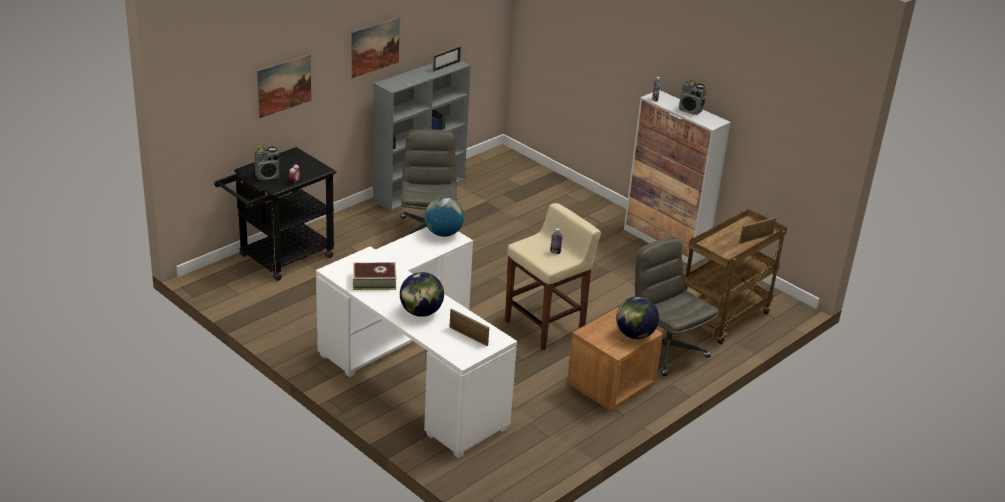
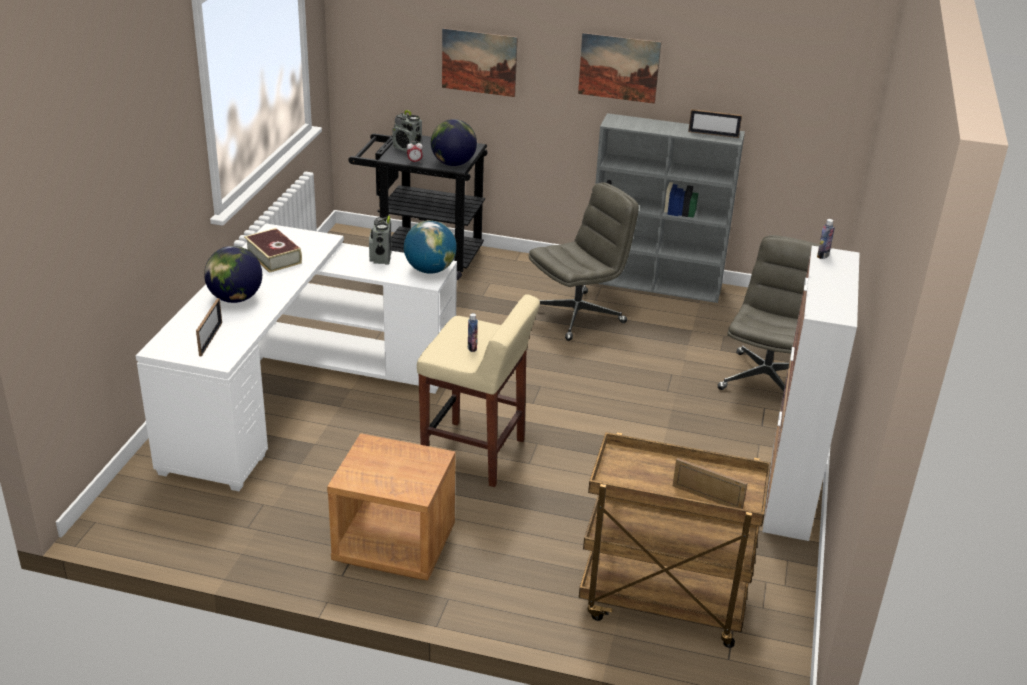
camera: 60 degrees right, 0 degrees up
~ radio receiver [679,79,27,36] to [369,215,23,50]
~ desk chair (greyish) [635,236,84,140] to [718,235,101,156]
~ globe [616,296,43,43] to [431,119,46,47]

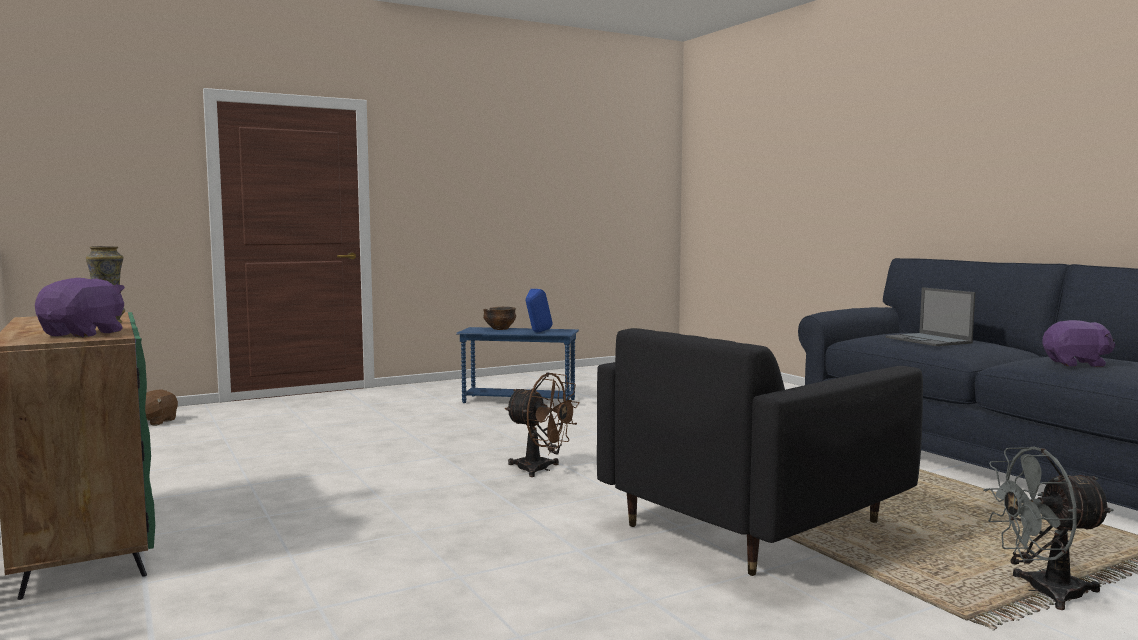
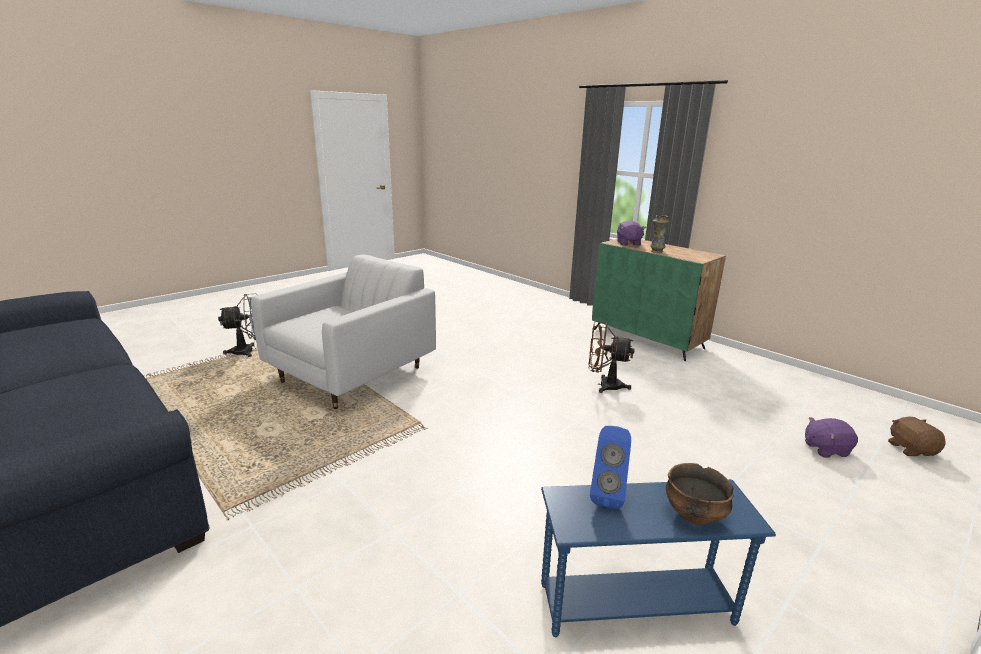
camera: 165 degrees right, 15 degrees up
- portable computer [886,287,89,59]
~ plush toy (purple-coloured) [1042,320,74,47] to [805,417,53,41]
~ armchair (blackish) [597,328,326,248] to armchair (white-coloured) [251,255,185,154]
~ electric fan (brownish) [505,372,75,105] to [588,322,47,71]

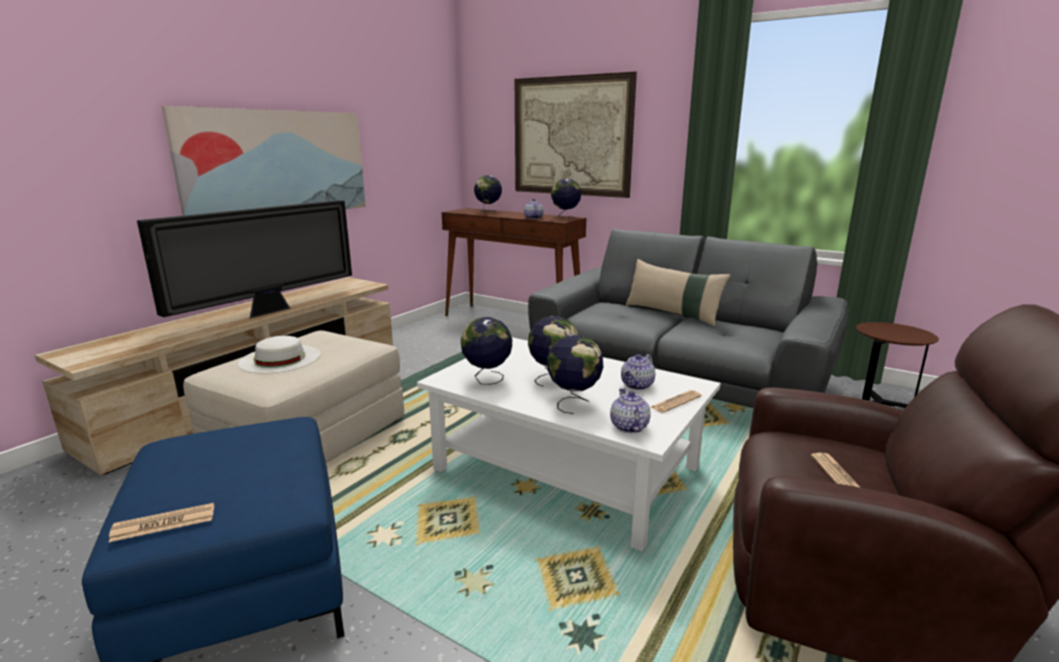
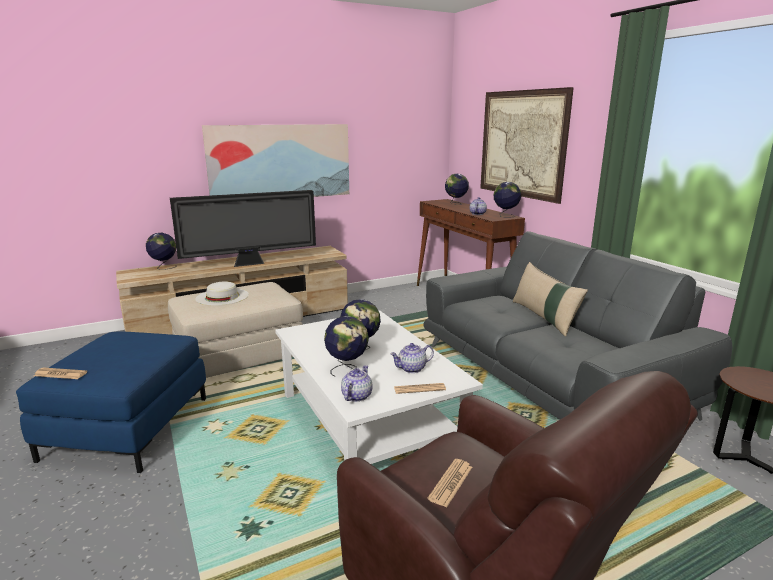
camera: 30 degrees right, 0 degrees up
~ globe [461,317,51,68] to [146,233,30,37]

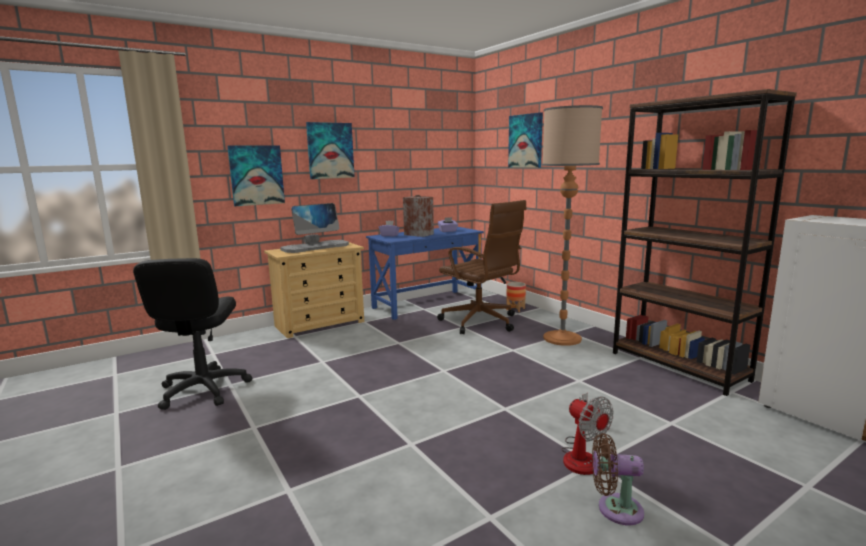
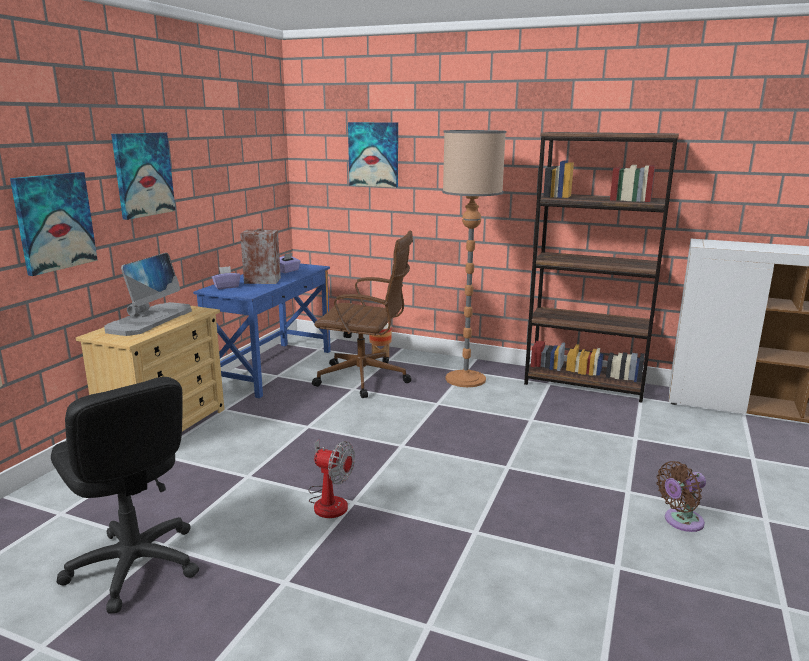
camera: 35 degrees left, 5 degrees up
~ electric fan [561,393,53,82] to [308,440,47,78]

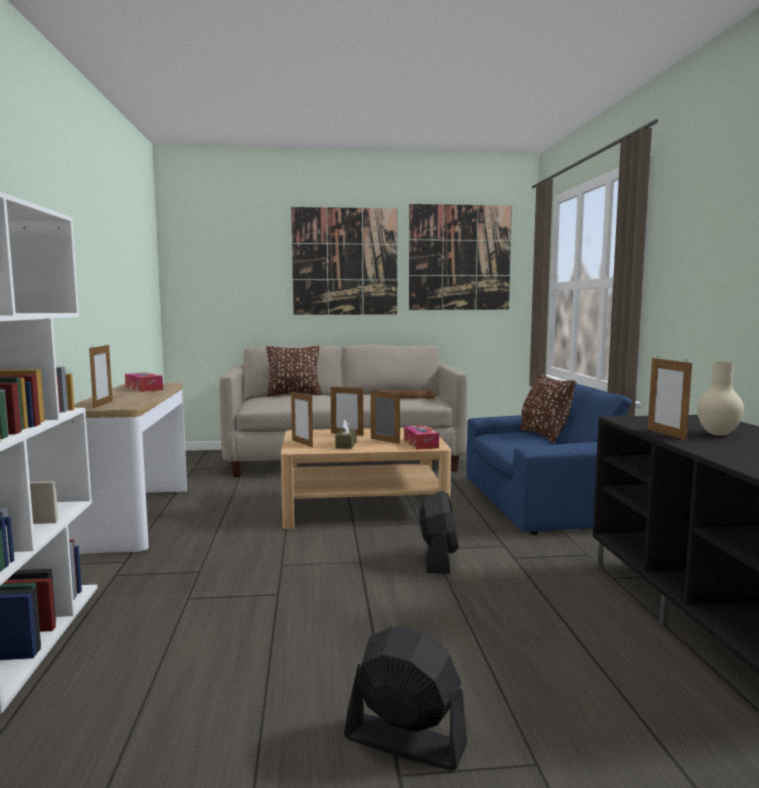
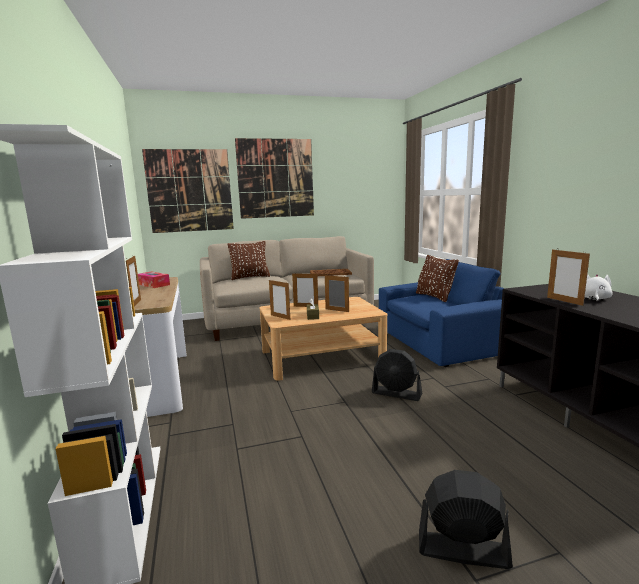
camera: 10 degrees left, 5 degrees up
~ wall picture [409,204,103,106] to [142,149,92,84]
~ decorative vase (beige-coloured) [697,362,47,74] to plush toy (white-coloured) [585,274,28,28]
- tissue holder [404,425,35,25]
~ electric fan (blackish) [419,491,40,83] = [372,349,50,52] 120 degrees clockwise

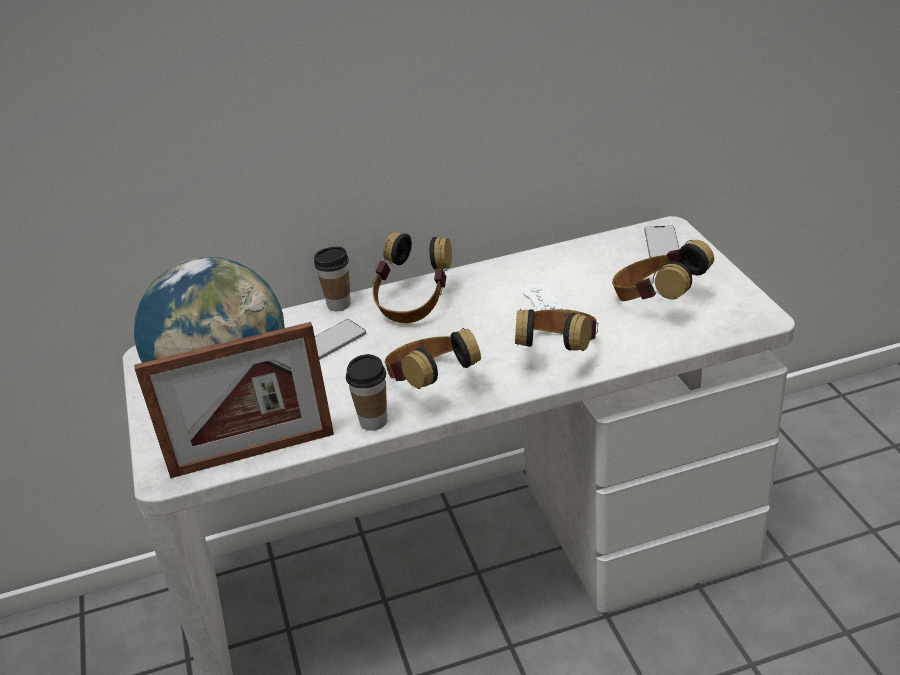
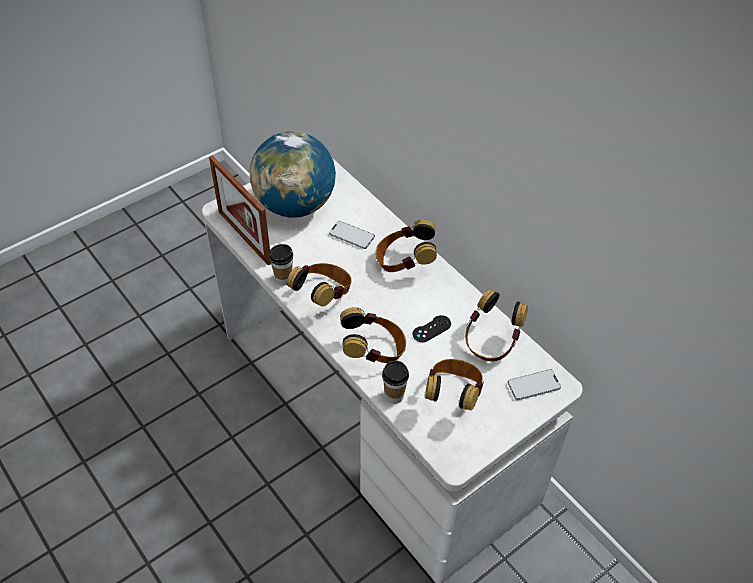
camera: 65 degrees right, 15 degrees up
~ small cup [314,247,37,64] to [382,361,27,43]
~ game controller (white-coloured) [523,284,39,27] to game controller (blackish) [413,315,38,27]
+ pair of headphones [465,289,63,72]

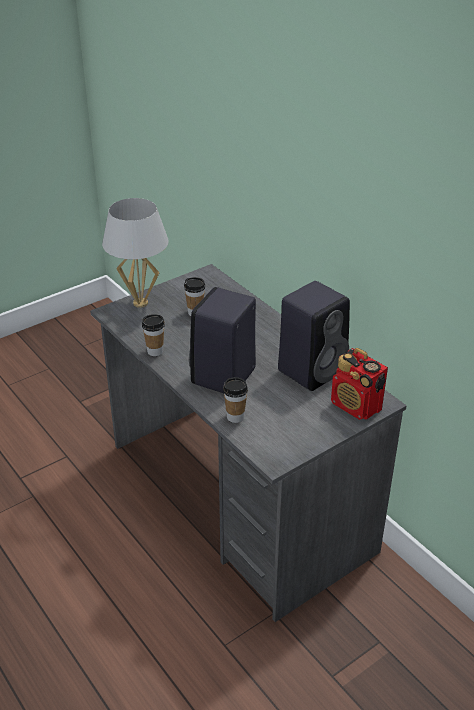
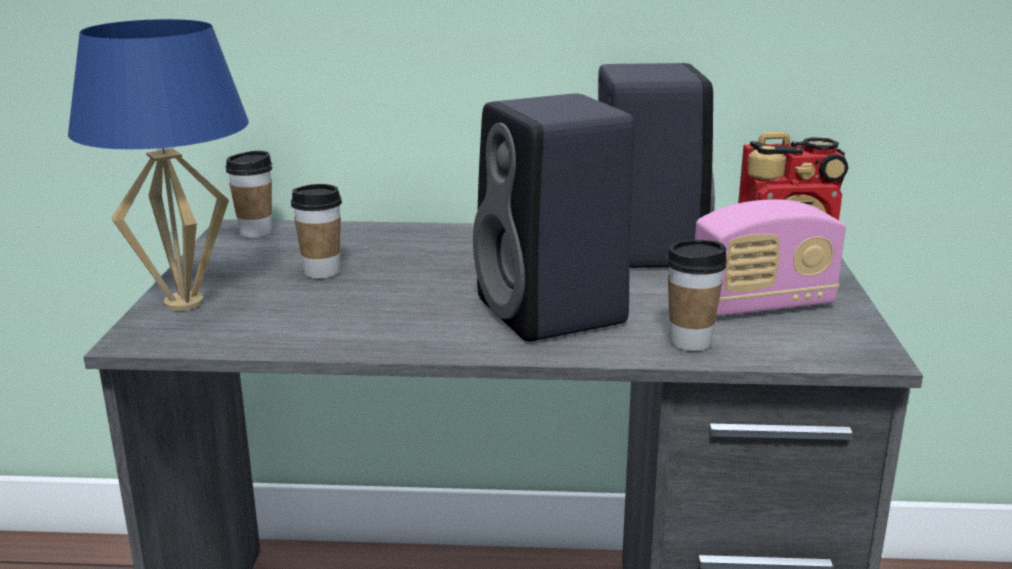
camera: 50 degrees left, 15 degrees down
~ tabletop lamp (white-coloured) [102,198,67,110] to tabletop lamp (bluish) [68,19,181,292]
~ small cup [142,314,23,42] to [226,151,46,87]
+ radio receiver [695,199,151,118]

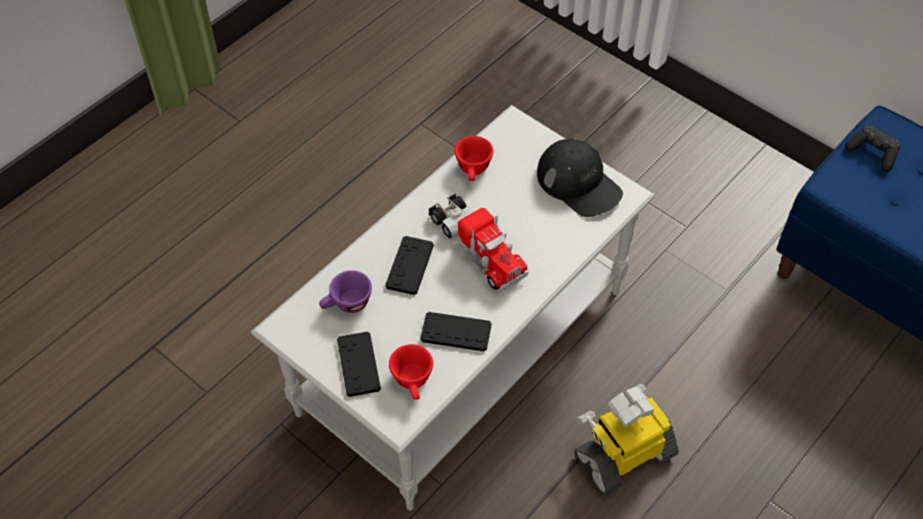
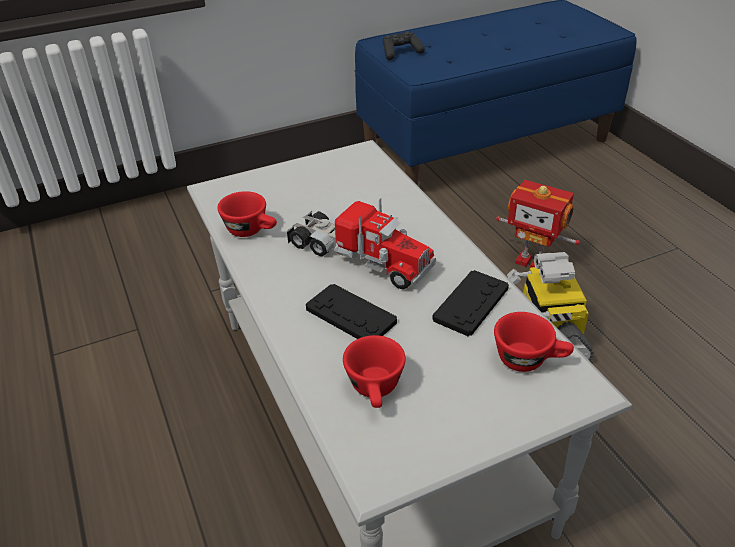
camera: 65 degrees left, 15 degrees down
- cap (blackish) [537,139,86,78]
~ toy lorry [428,193,101,99] = [286,199,150,91] 45 degrees clockwise
~ small cup (purple-coloured) [319,270,53,43] to small cup (red-coloured) [343,335,63,73]
- game controller (blackish) [337,332,44,65]
+ model robot [496,180,84,88]

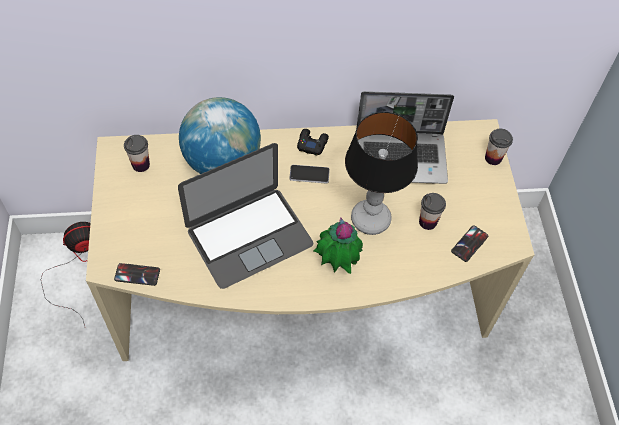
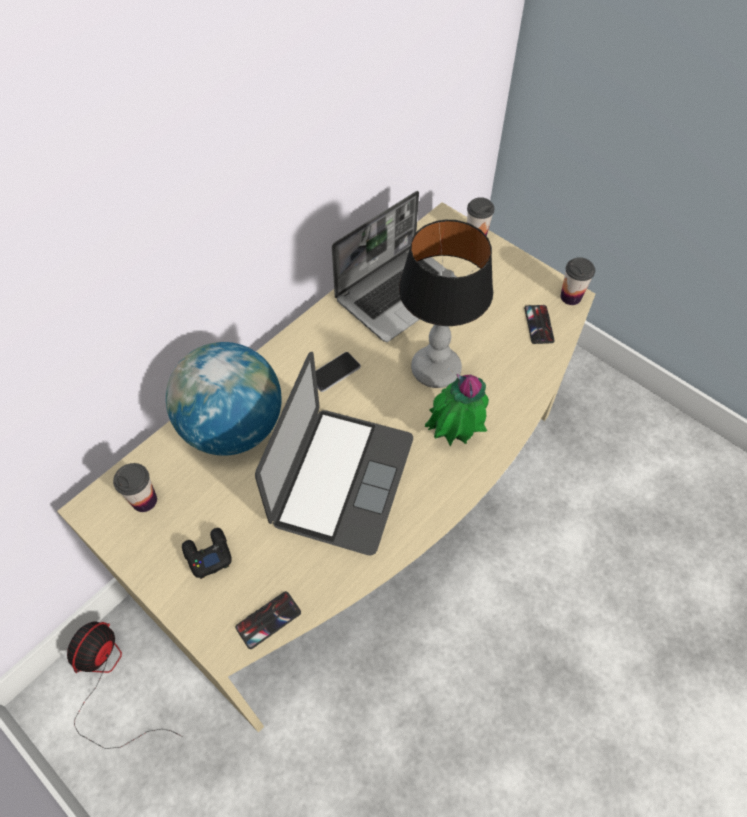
camera: 40 degrees left, 0 degrees up
~ game controller (blackish) [297,129,32,27] to [182,528,50,51]
~ small cup [419,193,27,37] to [561,257,34,48]

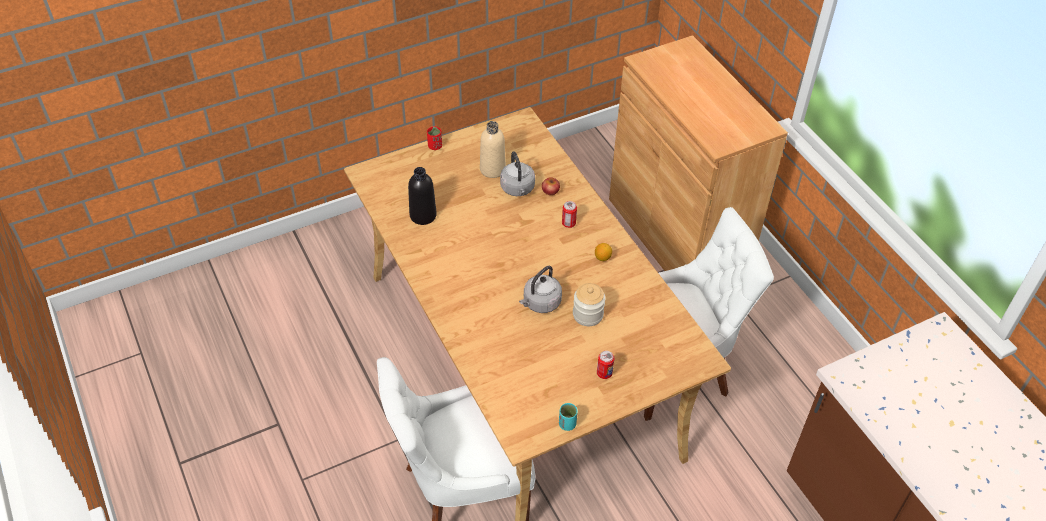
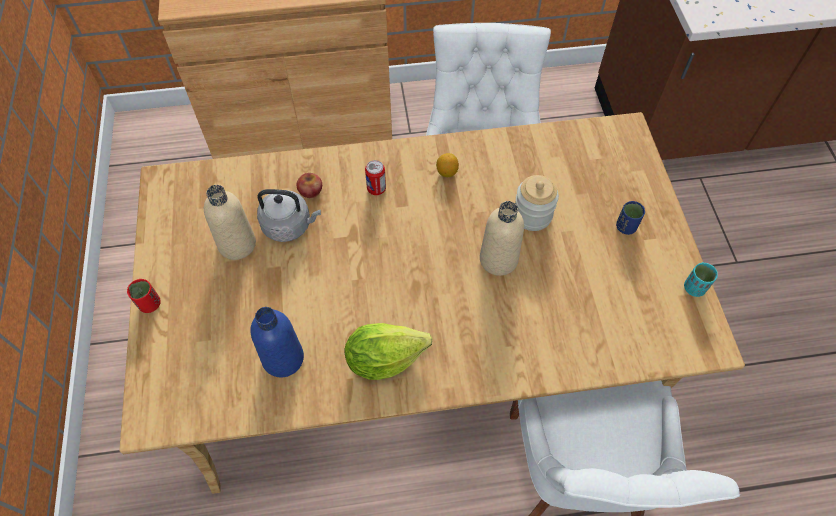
camera: 70 degrees left, 10 degrees up
~ drink bottle (blackish) [408,167,29,58] to drink bottle (bluish) [250,307,54,70]
~ tea kettle (greyish) [519,266,43,47] to drink bottle (beige-coloured) [480,201,44,75]
~ can [597,351,17,28] to small cup (bluish) [616,201,29,34]
+ head of lettuce [344,323,88,57]

